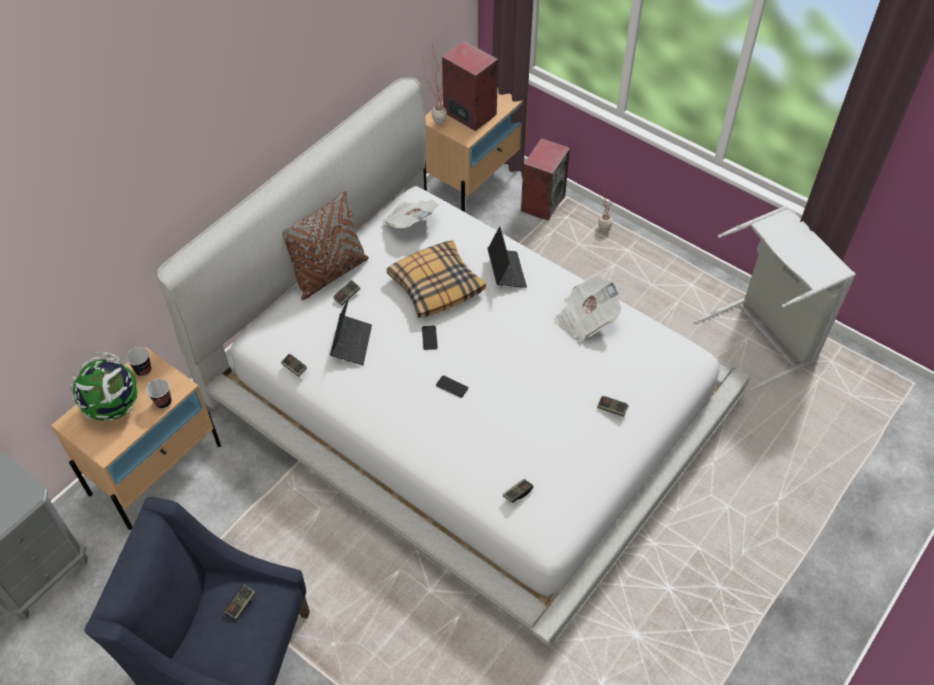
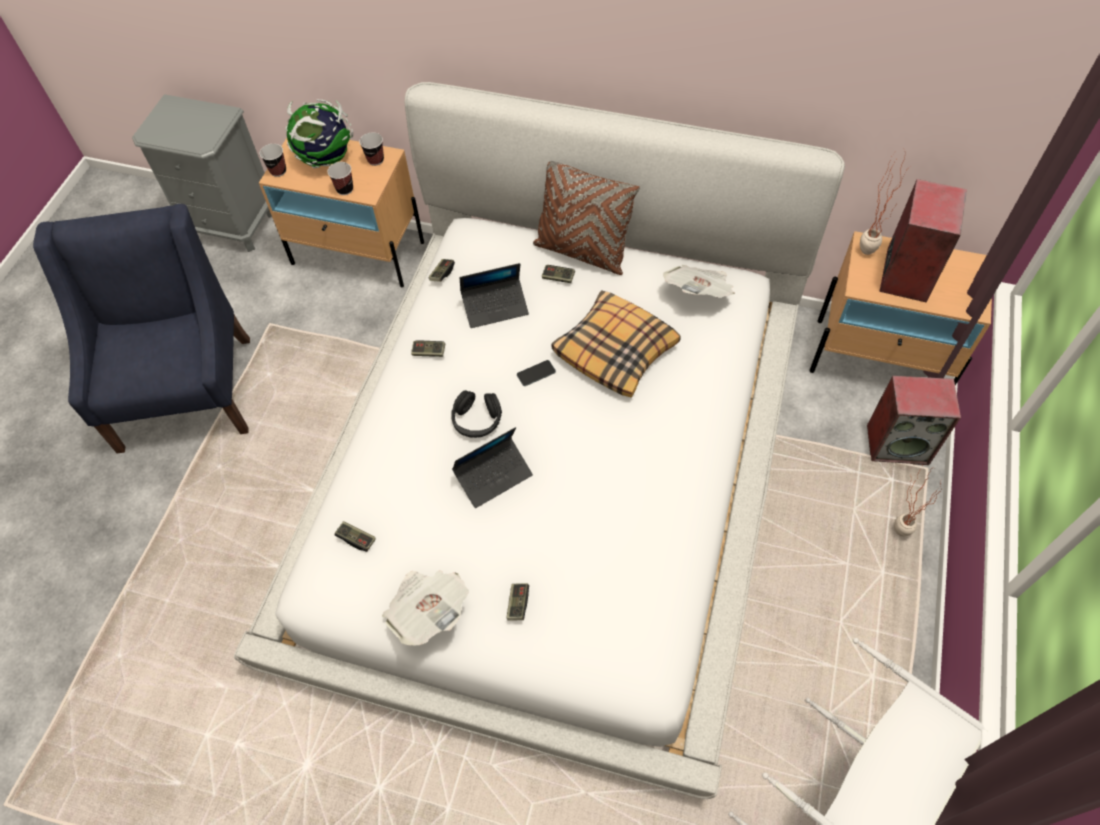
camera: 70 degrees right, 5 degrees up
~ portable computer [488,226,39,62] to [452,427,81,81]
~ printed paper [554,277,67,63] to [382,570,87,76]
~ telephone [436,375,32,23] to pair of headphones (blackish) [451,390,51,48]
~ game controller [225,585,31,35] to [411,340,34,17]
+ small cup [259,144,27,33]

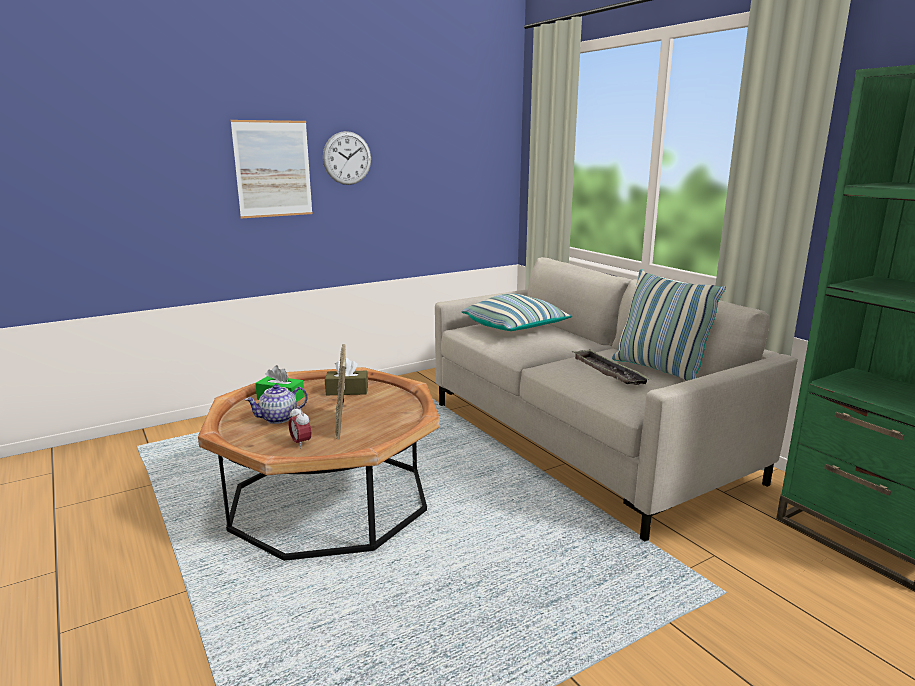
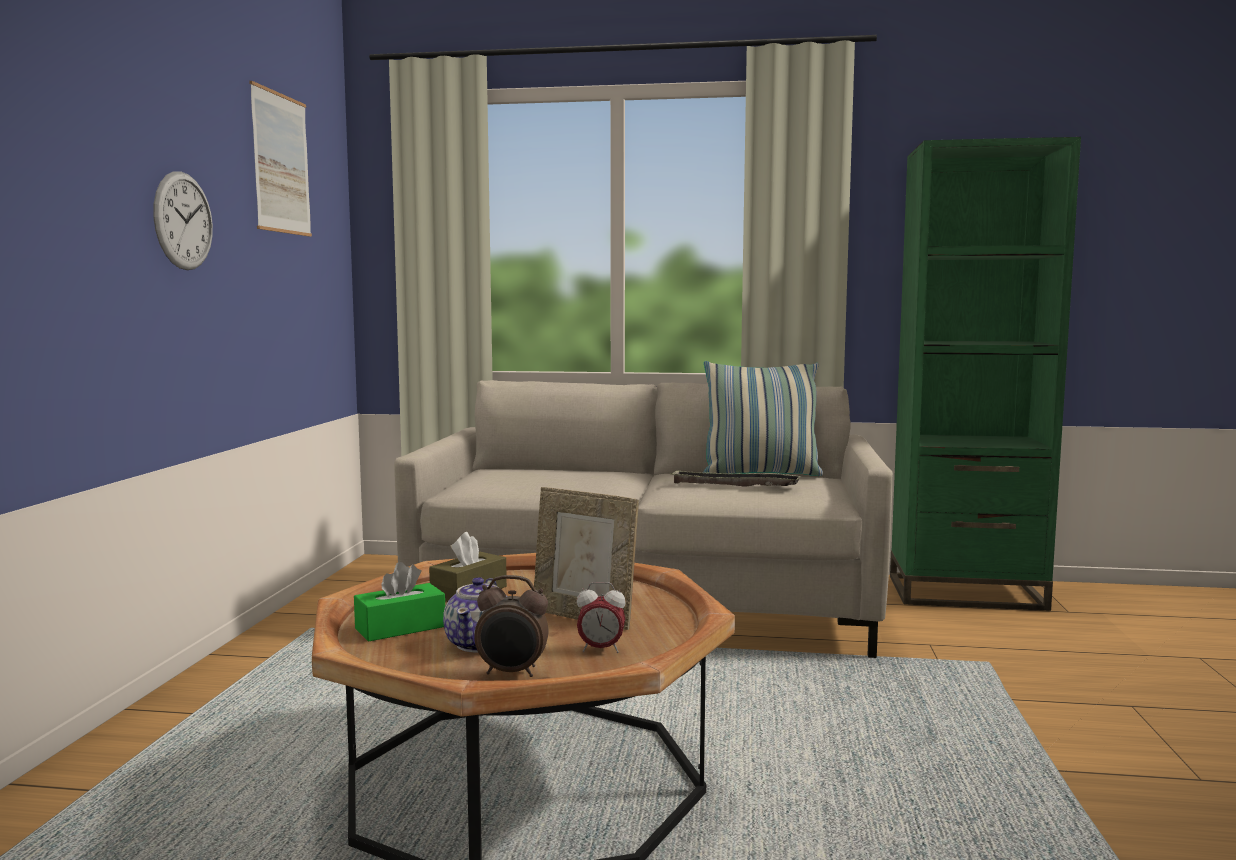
camera: 50 degrees left, 10 degrees down
~ wall picture [231,120,82,98] to [249,81,63,156]
- pillow [462,294,110,37]
+ table clock [474,575,75,102]

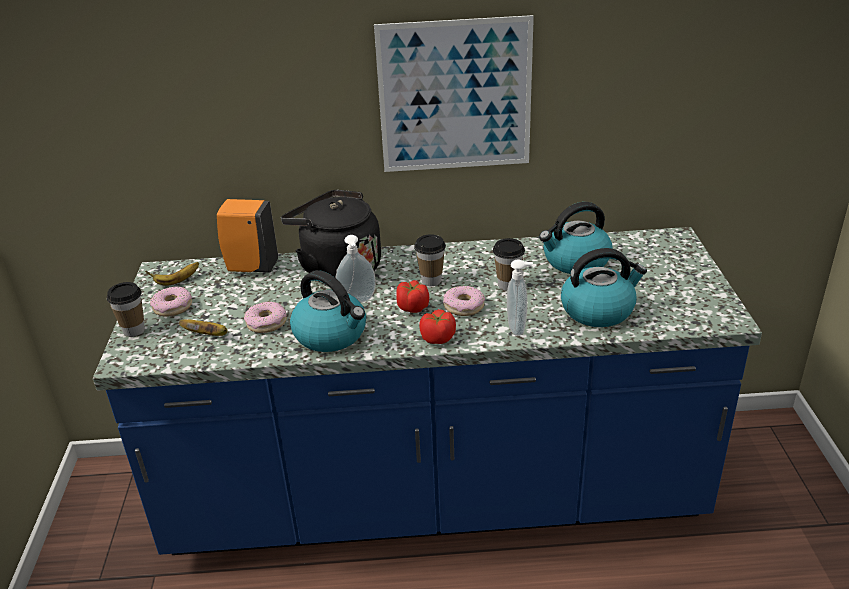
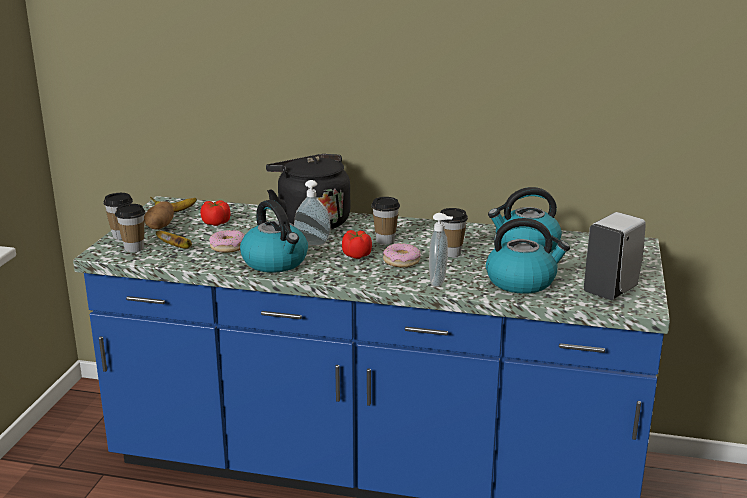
camera: 15 degrees right, 10 degrees down
- wall picture [374,15,160,157]
- soap dispenser (orange) [217,199,61,74]
~ ring doughnut [150,286,42,31] to whole potato [144,201,30,29]
~ fresh tomato [419,309,37,35] to [201,200,29,26]
+ small cup [115,204,30,48]
+ soap dispenser (white-coloured) [584,212,62,88]

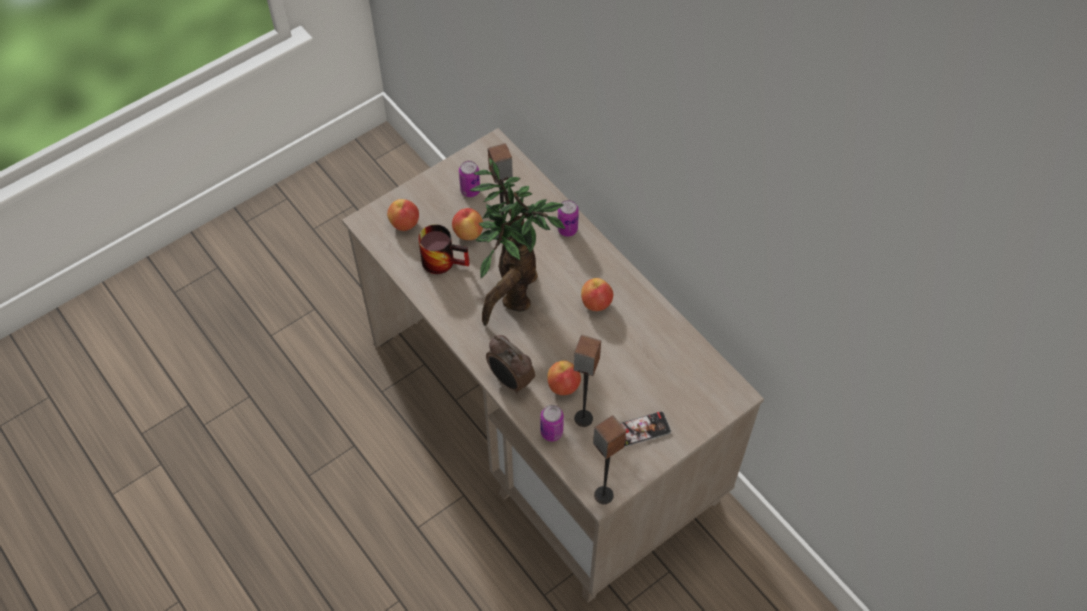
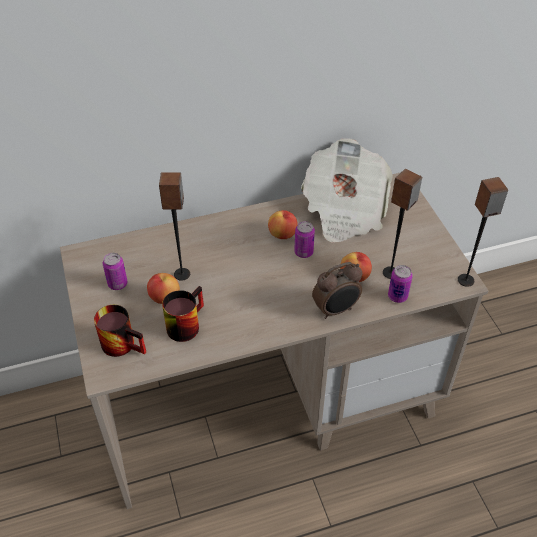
camera: 70 degrees left, 10 degrees down
- houseplant [470,158,95,168]
~ apple fruit [387,199,32,32] to tea mug [94,305,52,52]
~ can [558,200,21,37] to [294,221,21,37]
- telephone [620,411,51,37]
+ printed paper [301,138,92,105]

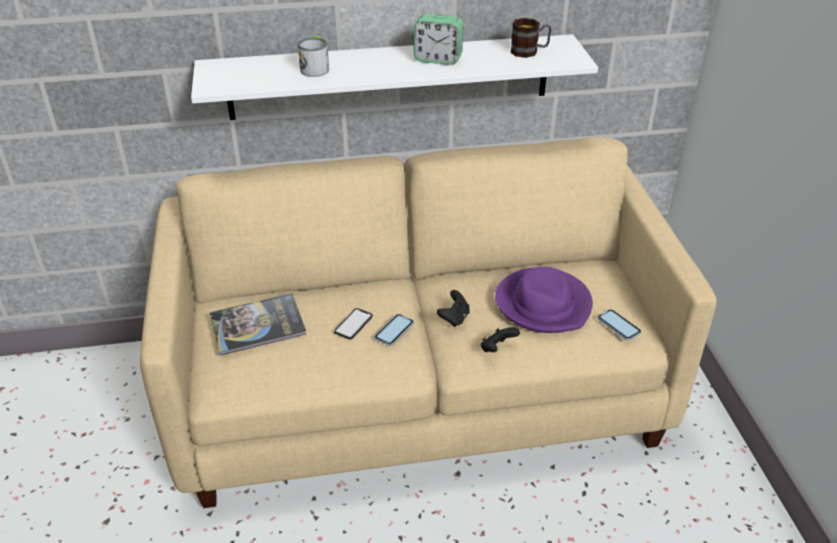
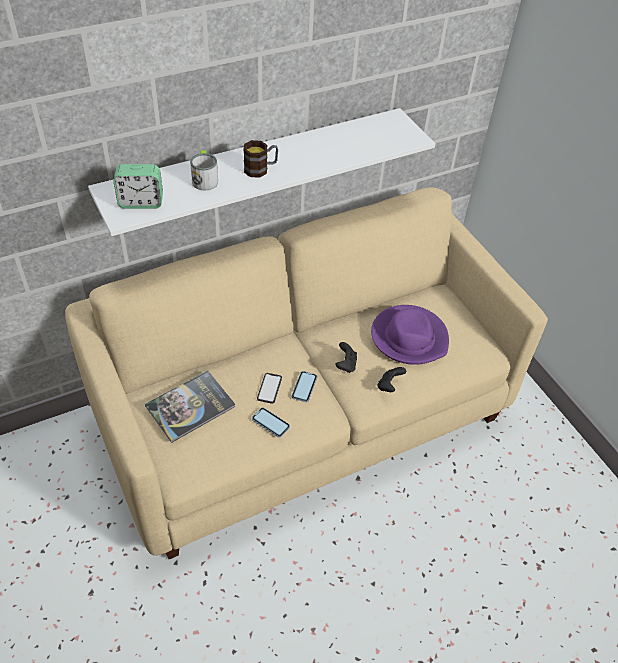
camera: 20 degrees left, 10 degrees up
~ table clock [414,14,49,51] to [114,164,49,45]
~ tea mug [510,18,41,40] to [243,140,35,38]
~ telephone [597,309,44,31] to [252,408,38,30]

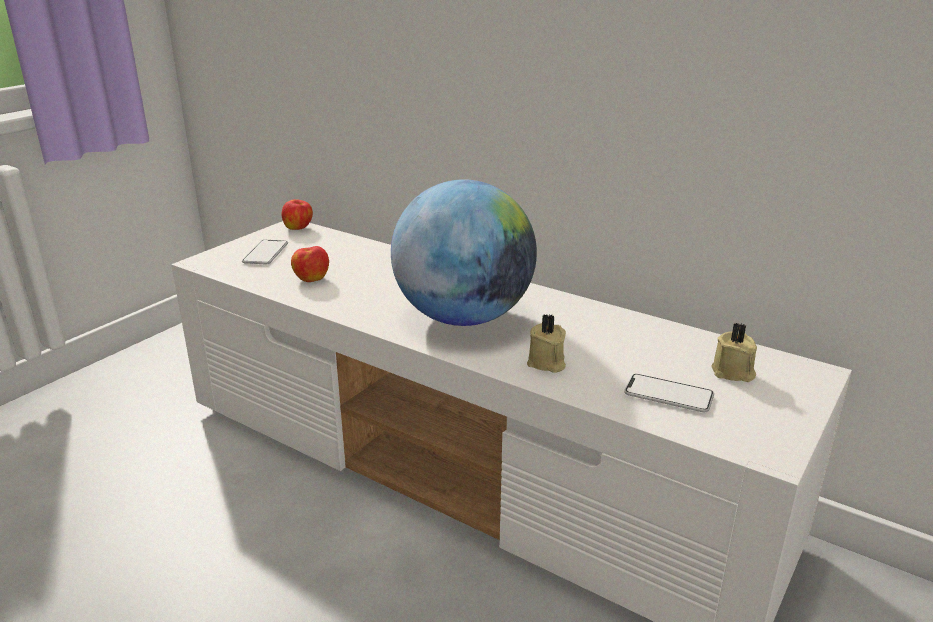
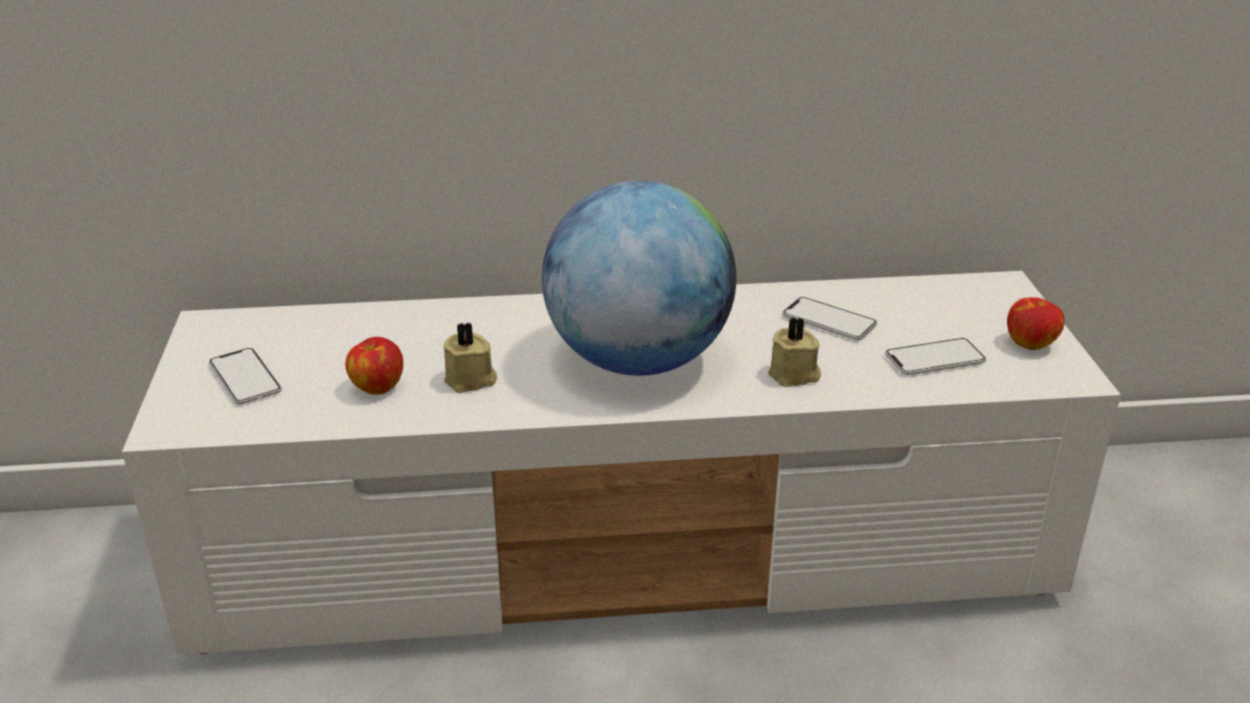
camera: 40 degrees left, 5 degrees up
~ apple fruit [282,199,31,31] to [1007,297,58,53]
~ wax light (beige-coloured) [711,323,46,59] to [443,322,54,71]
+ telephone [782,297,95,43]

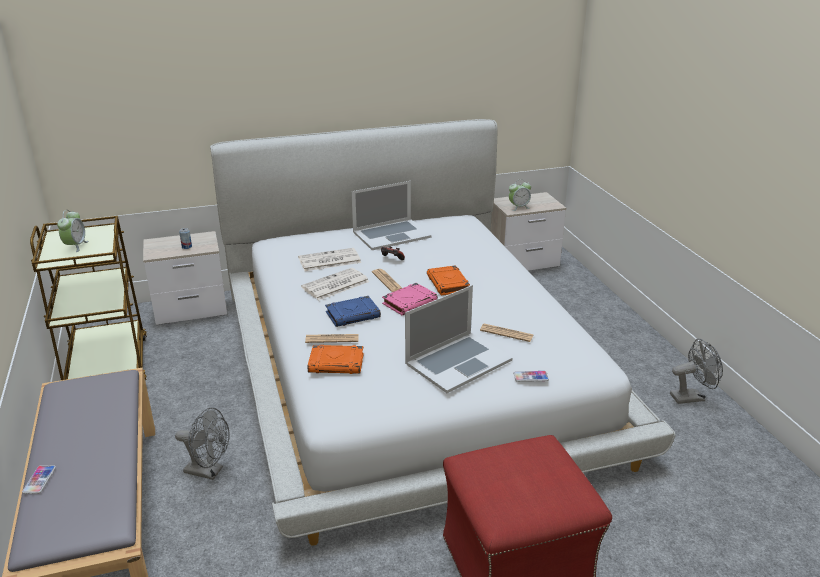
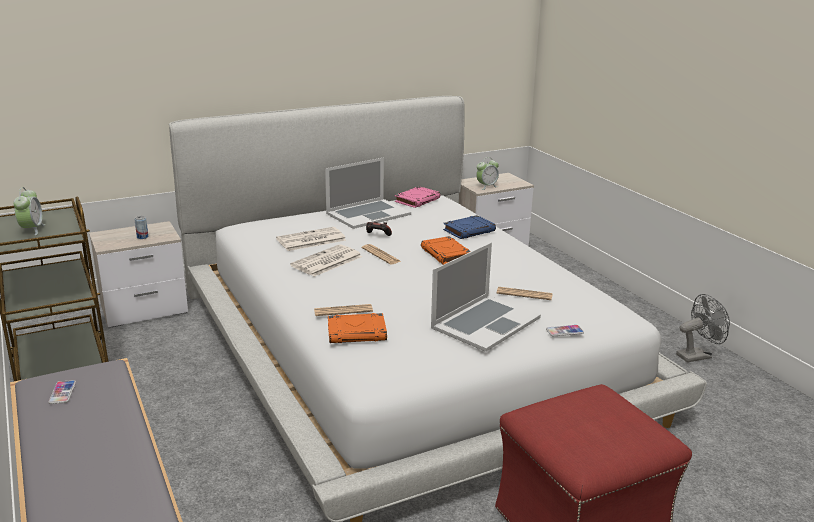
camera: 10 degrees left, 5 degrees down
~ volume (pinkish) [382,283,56,33] to [395,186,45,22]
~ volume (bluish) [325,296,56,31] to [443,215,53,24]
- electric fan (greyish) [175,407,55,73]
~ telephone [22,465,34,29] to [48,380,28,24]

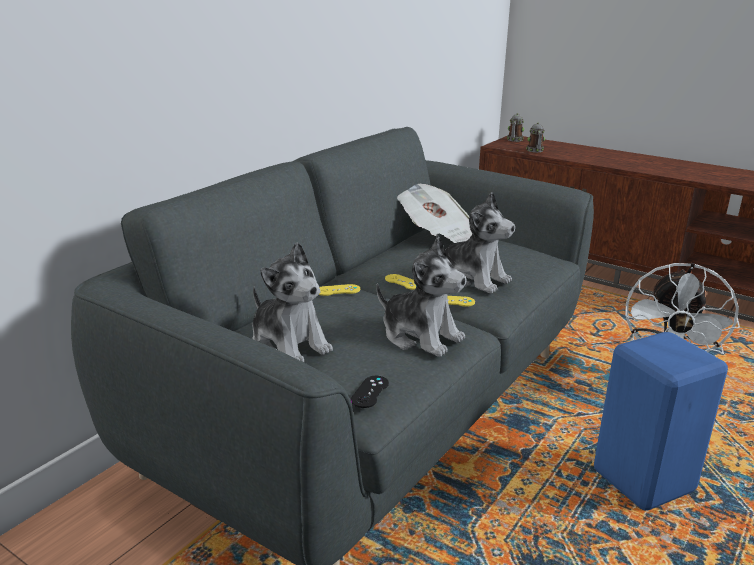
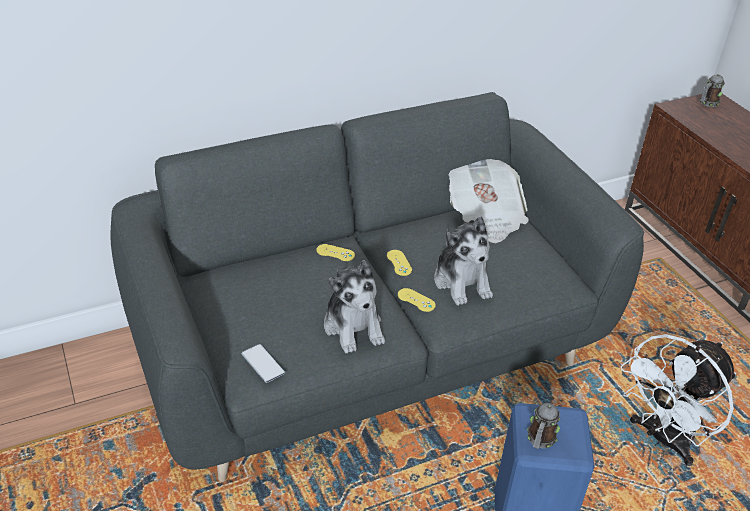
camera: 30 degrees right, 15 degrees up
~ tea mug [526,123,19,30] to [527,403,33,46]
- plush toy [252,242,81,120]
~ game controller (blackish) [351,376,38,32] to telephone [241,344,44,39]

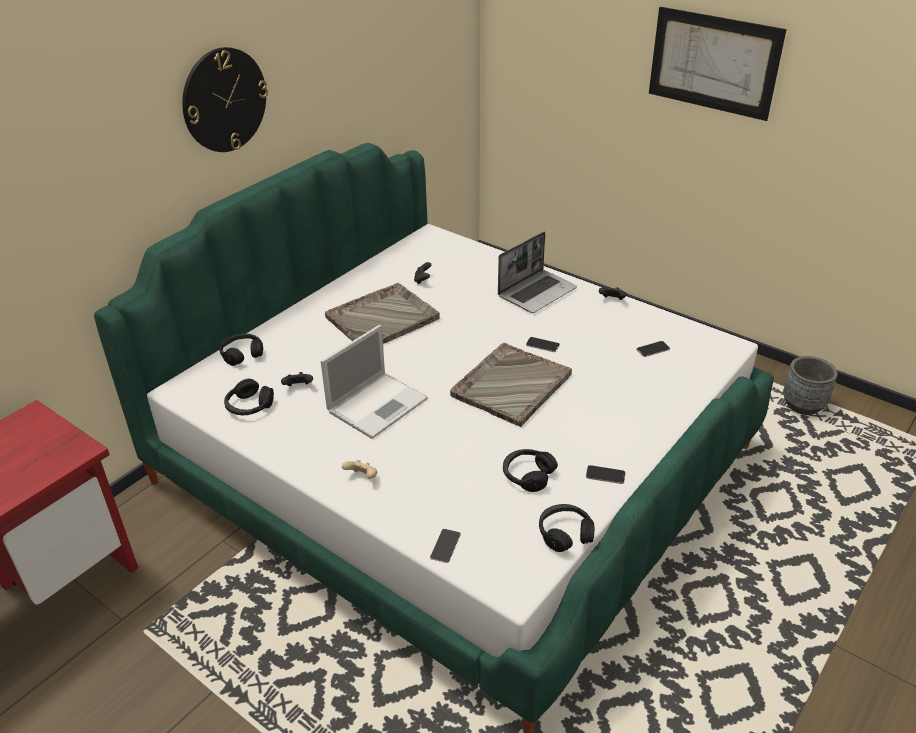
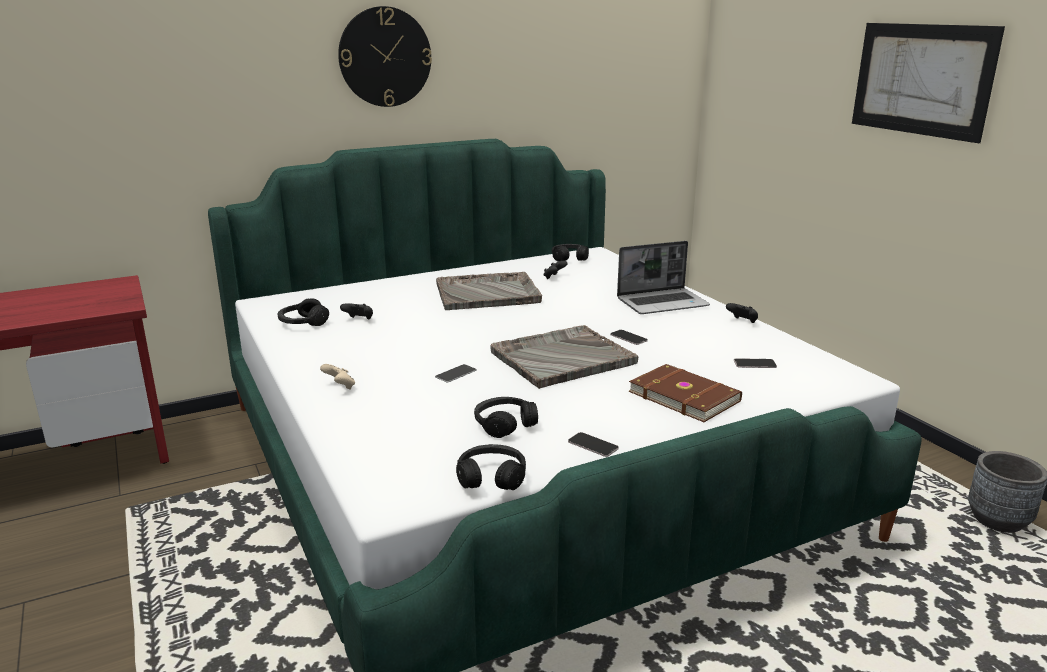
camera: 25 degrees right, 15 degrees down
- portable computer [321,325,107,114]
~ pair of headphones (blackish) [219,333,44,33] to [552,244,37,18]
~ telephone [430,529,31,34] to [435,364,42,19]
+ volume (brownish) [628,364,114,58]

